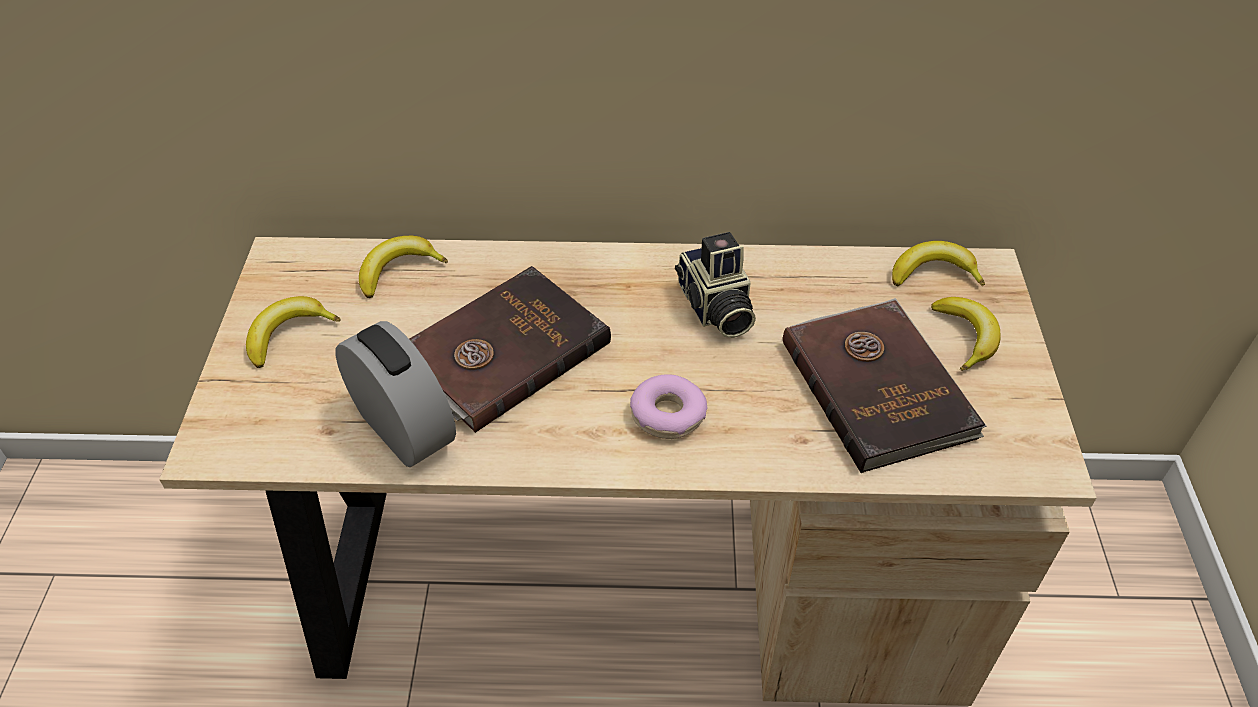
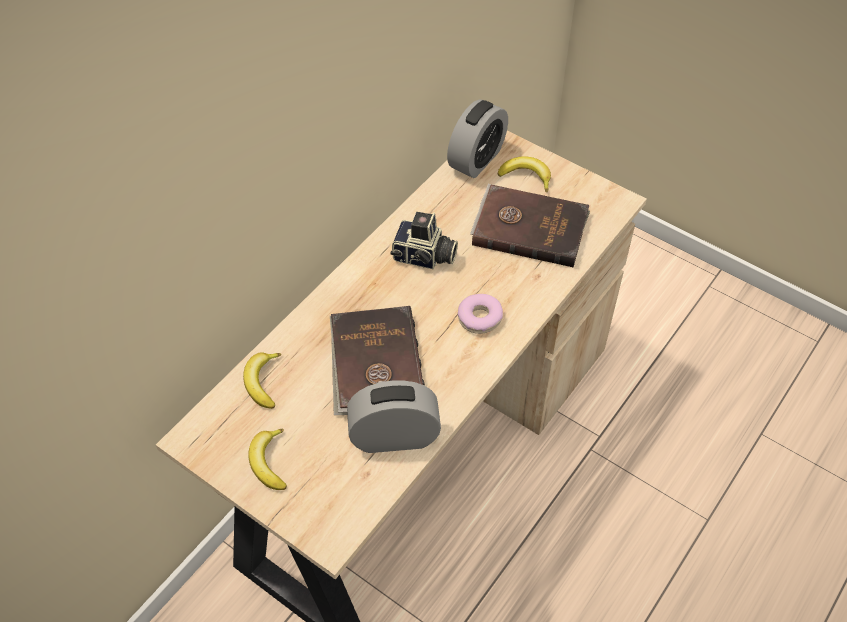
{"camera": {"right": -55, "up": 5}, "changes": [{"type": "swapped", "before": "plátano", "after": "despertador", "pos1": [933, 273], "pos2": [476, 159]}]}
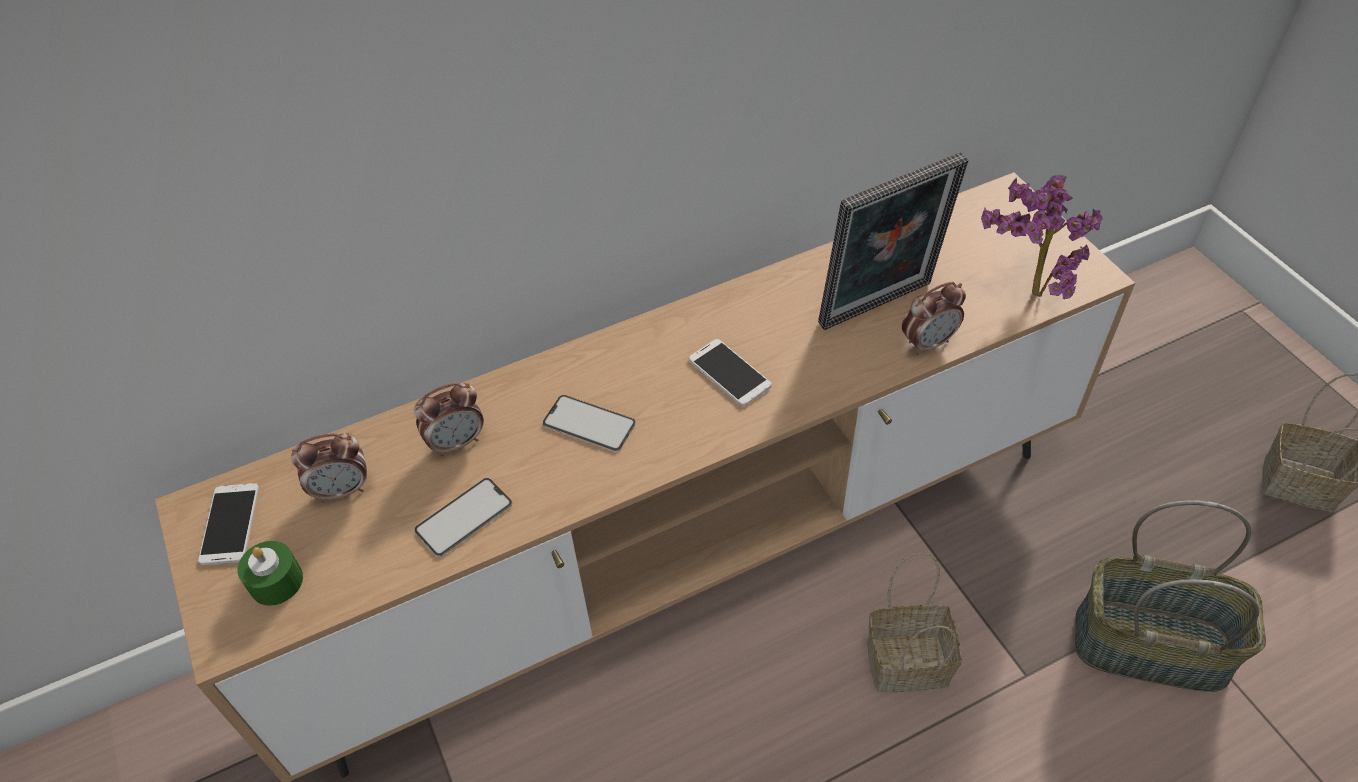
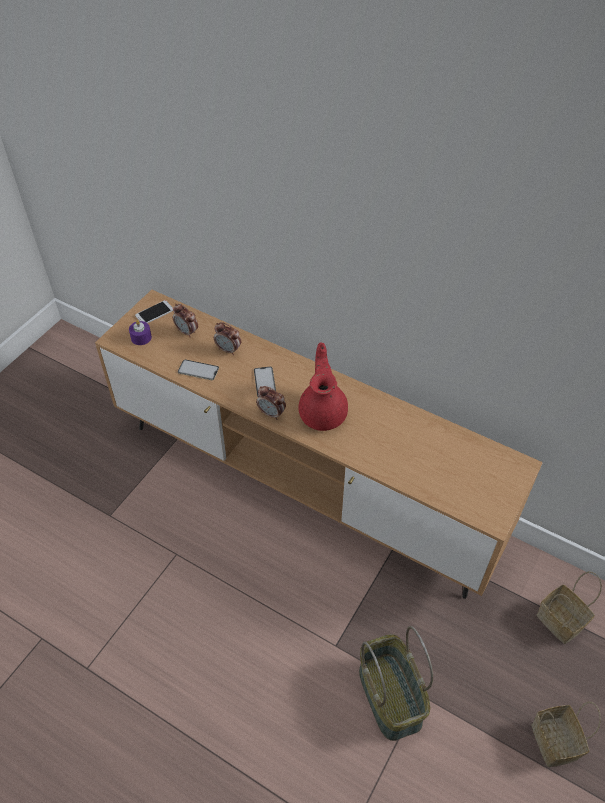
{"camera": {"right": 55, "up": 0}, "changes": [{"type": "repainted", "before": "vela [verde]", "after": "vela [morado]", "pos1": [276, 581], "pos2": [141, 337]}, {"type": "swapped", "before": "móvil", "after": "tetera [rojo]", "pos1": [729, 373], "pos2": [323, 412]}, {"type": "gone", "before": "portarretratos", "pos1": [879, 308]}, {"type": "shifted", "before": "cesta", "pos1": [910, 661], "pos2": [561, 622]}, {"type": "shifted", "before": "despertador", "pos1": [928, 343], "pos2": [271, 413]}, {"type": "gone", "before": "planta en maceta", "pos1": [1026, 289]}]}
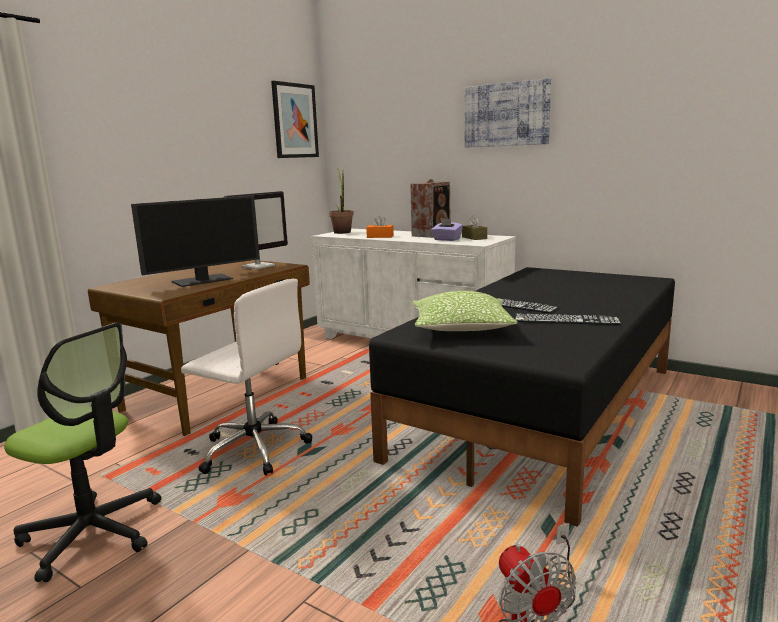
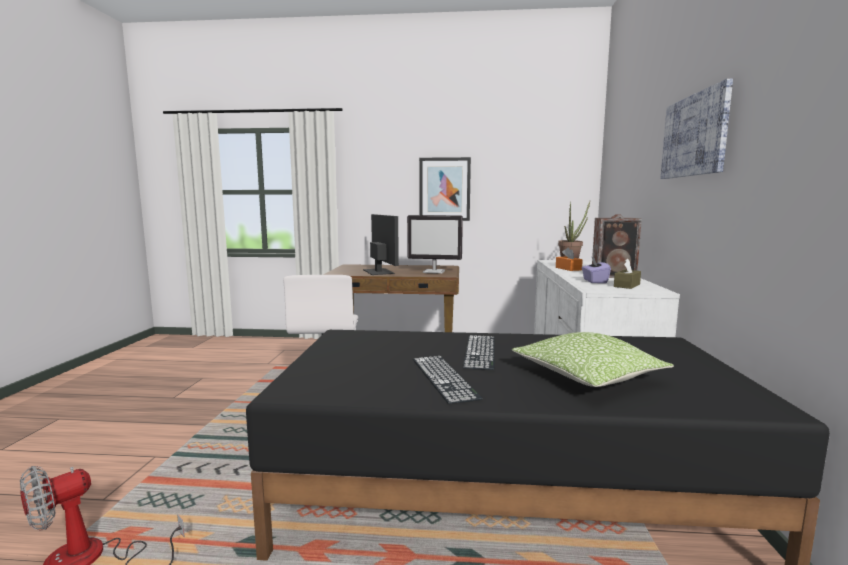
{"camera": {"right": 60, "up": -5}, "changes": [{"type": "gone", "before": "silla de oficina", "pos1": [93, 533]}, {"type": "rotated", "before": "monitor", "pos1": [203, 280], "pos2": [378, 271], "turn": -135}, {"type": "shifted", "before": "cuadro", "pos1": [295, 121], "pos2": [444, 189]}, {"type": "shifted", "before": "cojín", "pos1": [461, 328], "pos2": [587, 376]}]}
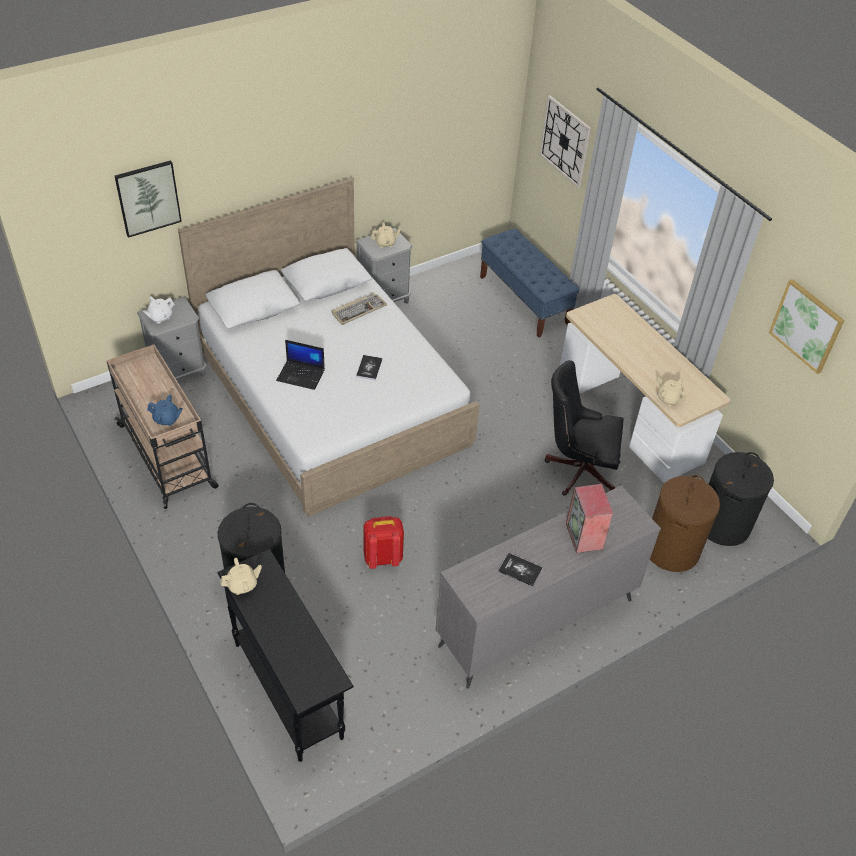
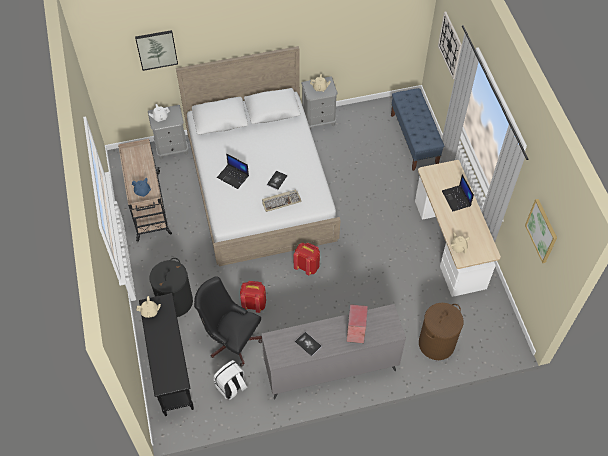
{"camera": {"right": 20, "up": 10}, "changes": [{"type": "shifted", "before": "teclado", "pos1": [358, 310], "pos2": [281, 201]}, {"type": "shifted", "before": "silla de oficina [negro]", "pos1": [577, 469], "pos2": [231, 339]}, {"type": "gone", "before": "cesto de la ropa [negro]", "pos1": [723, 525]}, {"type": "new", "after": "mochila [blanco]", "pos2": [231, 387]}, {"type": "new", "after": "mochila [rojo]", "pos2": [307, 266]}, {"type": "new", "after": "portátil", "pos2": [456, 198]}]}
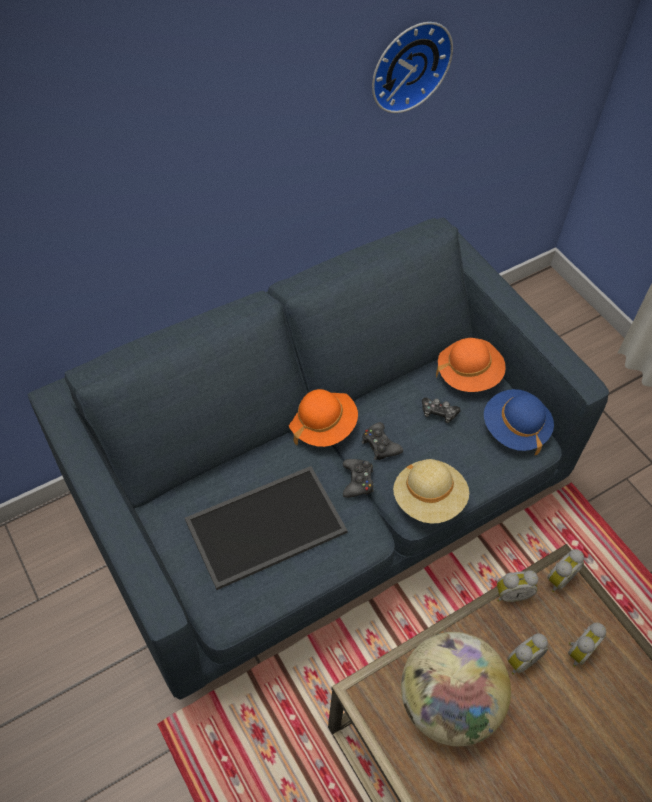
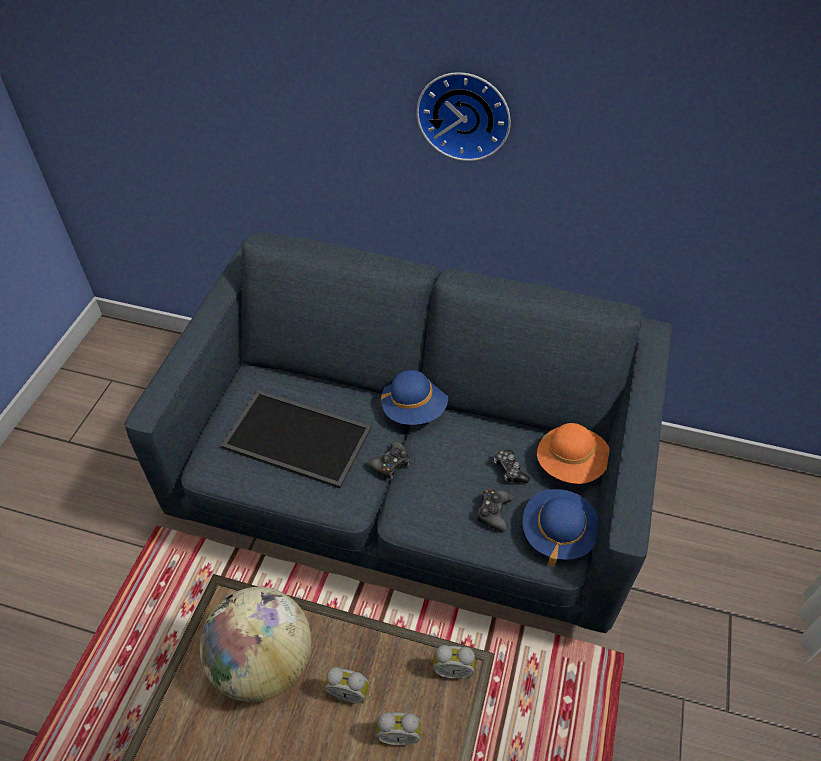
{"camera": {"right": 50, "up": -5}, "changes": [{"type": "repainted", "before": "sombrero [naranja]", "after": "sombrero [azul]", "pos1": [321, 425], "pos2": [414, 408]}, {"type": "shifted", "before": "mando de consola [negro]", "pos1": [380, 445], "pos2": [493, 512]}, {"type": "shifted", "before": "reloj de pared", "pos1": [408, 64], "pos2": [464, 114]}, {"type": "gone", "before": "sombrero [beis]", "pos1": [429, 499]}, {"type": "gone", "before": "despertador", "pos1": [511, 593]}]}
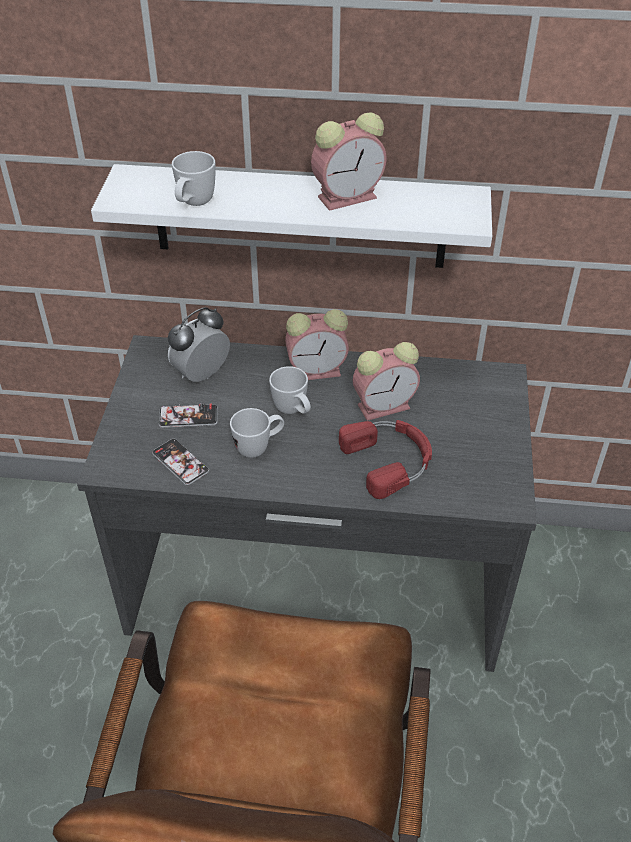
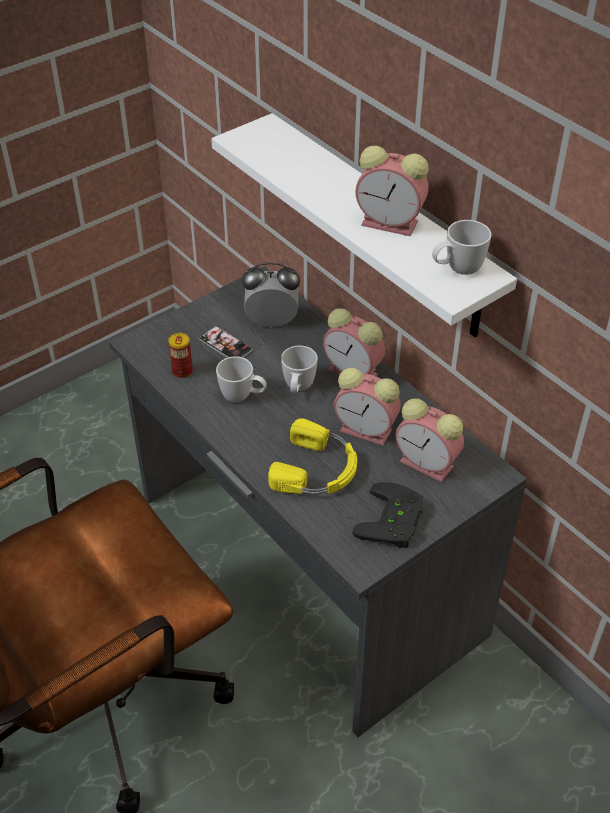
{"camera": {"right": 45, "up": 0}, "changes": [{"type": "swapped", "before": "móvil", "after": "lata", "pos1": [180, 462], "pos2": [182, 371]}, {"type": "shifted", "before": "taza grande [blanco]", "pos1": [193, 204], "pos2": [457, 270]}, {"type": "repainted", "before": "auriculares [rojo]", "after": "auriculares [amarillo]", "pos1": [390, 460], "pos2": [317, 470]}, {"type": "new", "after": "mando de consola [negro]", "pos2": [394, 522]}, {"type": "new", "after": "despertador", "pos2": [429, 464]}]}
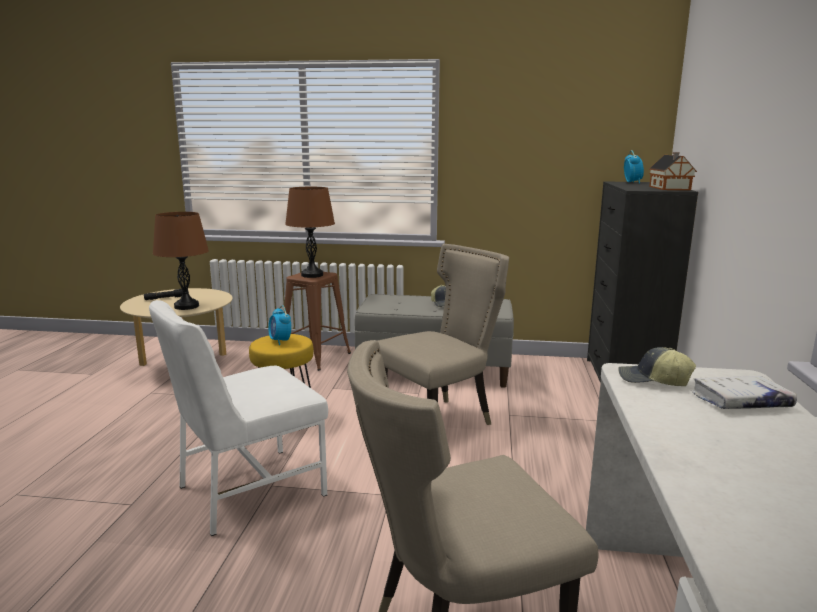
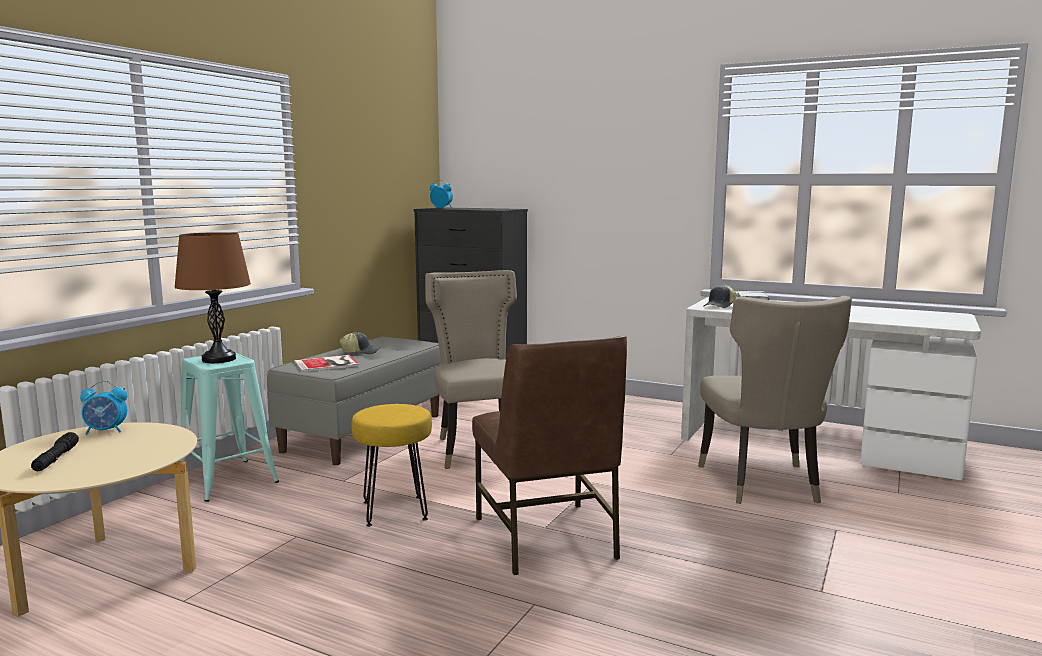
{"camera": {"right": -70, "up": -5}, "changes": [{"type": "repainted", "before": "silla [blanco]", "after": "silla [marrón]", "pos1": [248, 490], "pos2": [547, 538]}, {"type": "gone", "before": "lámpara de mesa [marrón]", "pos1": [186, 306]}, {"type": "shifted", "before": "despertador", "pos1": [280, 341], "pos2": [106, 431]}, {"type": "repainted", "before": "taburete [marrón]", "after": "taburete [turquesa]", "pos1": [315, 357], "pos2": [227, 480]}, {"type": "gone", "before": "casita", "pos1": [669, 188]}, {"type": "new", "after": "libro", "pos2": [328, 364]}]}
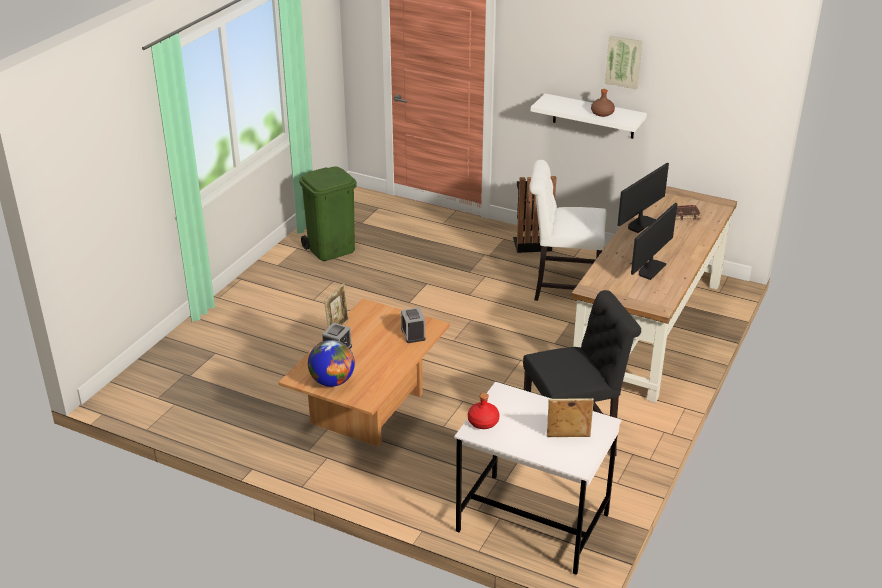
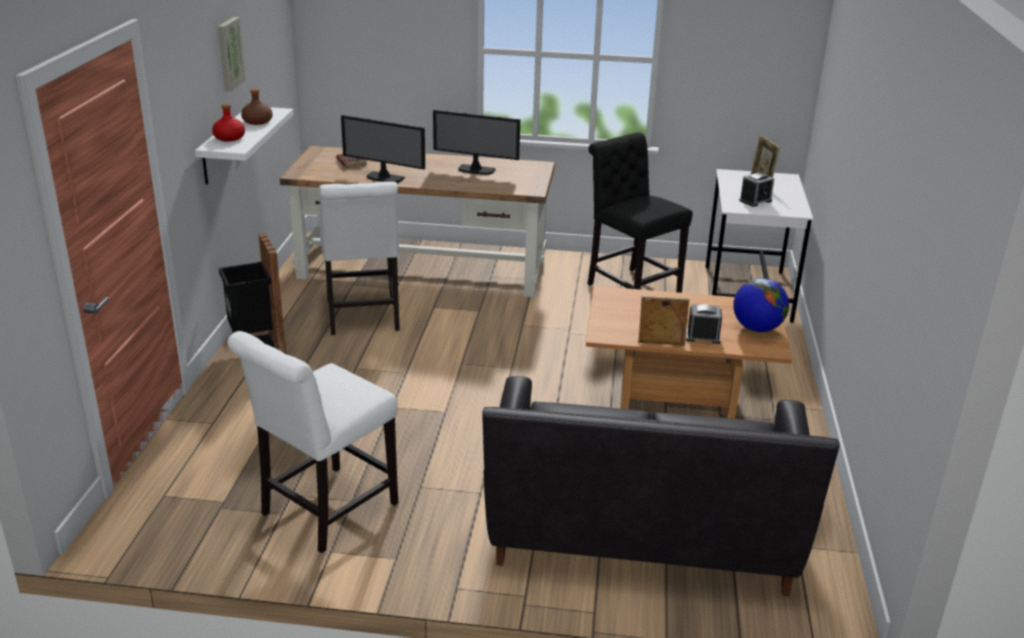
{"camera": {"right": -110, "up": -5}, "changes": [{"type": "swapped", "before": "papelera [verde]", "after": "silla [blanco]", "pos1": [332, 249], "pos2": [324, 512]}, {"type": "shifted", "before": "despertador", "pos1": [413, 334], "pos2": [755, 201]}, {"type": "shifted", "before": "botella [rojo]", "pos1": [483, 421], "pos2": [229, 138]}, {"type": "new", "after": "sofá [negro]", "pos2": [641, 533]}]}
